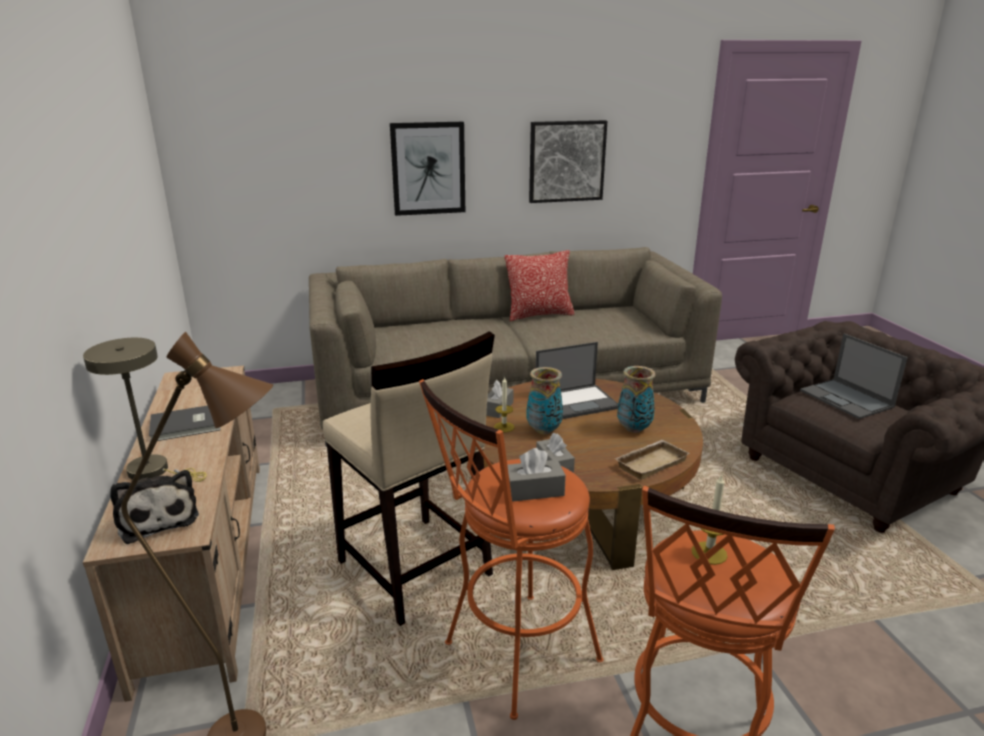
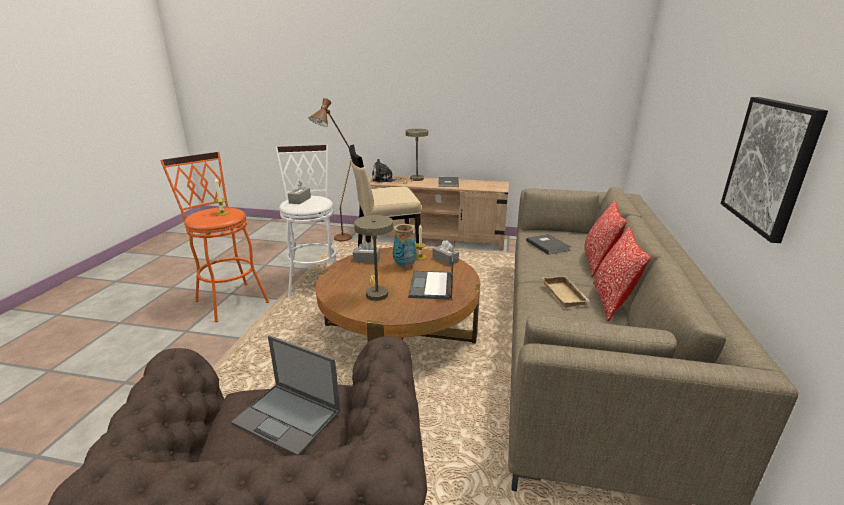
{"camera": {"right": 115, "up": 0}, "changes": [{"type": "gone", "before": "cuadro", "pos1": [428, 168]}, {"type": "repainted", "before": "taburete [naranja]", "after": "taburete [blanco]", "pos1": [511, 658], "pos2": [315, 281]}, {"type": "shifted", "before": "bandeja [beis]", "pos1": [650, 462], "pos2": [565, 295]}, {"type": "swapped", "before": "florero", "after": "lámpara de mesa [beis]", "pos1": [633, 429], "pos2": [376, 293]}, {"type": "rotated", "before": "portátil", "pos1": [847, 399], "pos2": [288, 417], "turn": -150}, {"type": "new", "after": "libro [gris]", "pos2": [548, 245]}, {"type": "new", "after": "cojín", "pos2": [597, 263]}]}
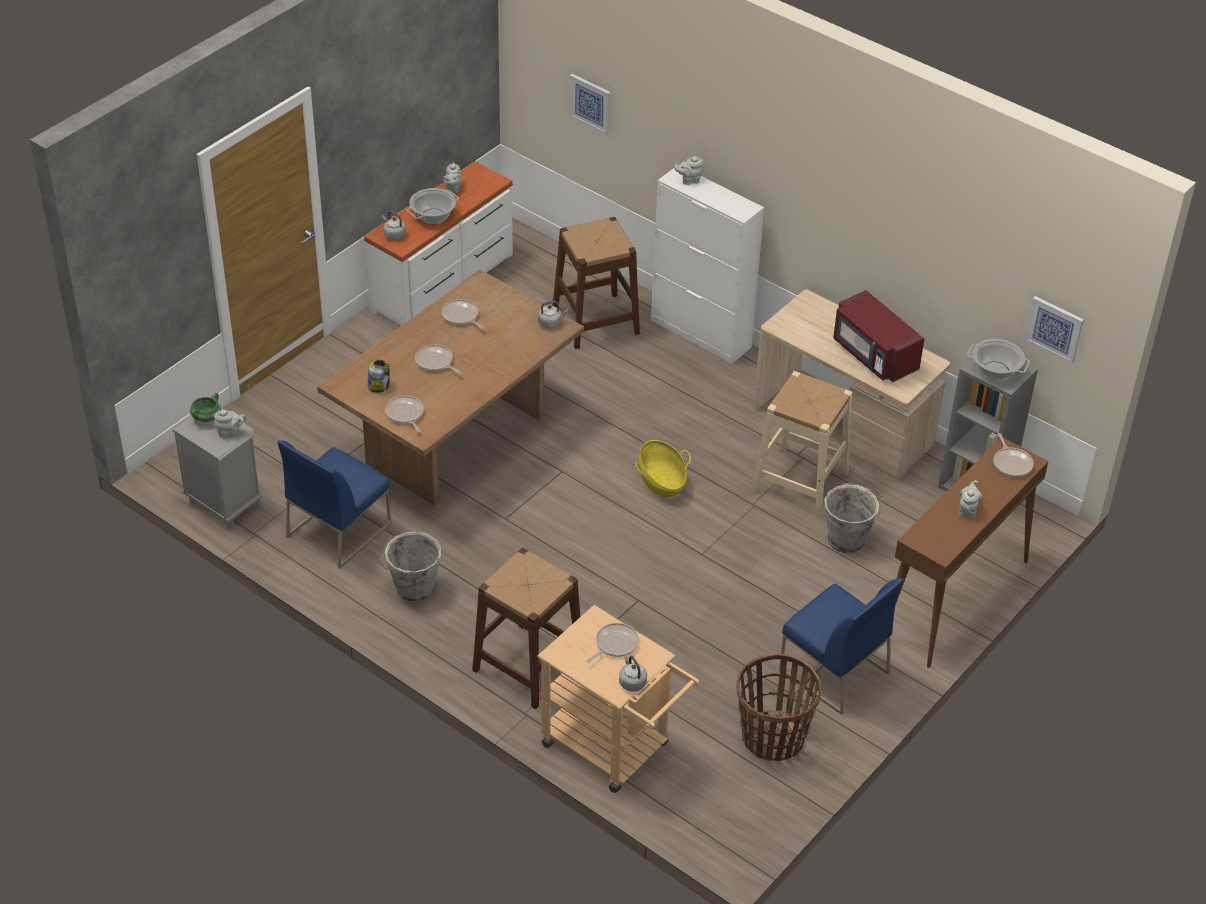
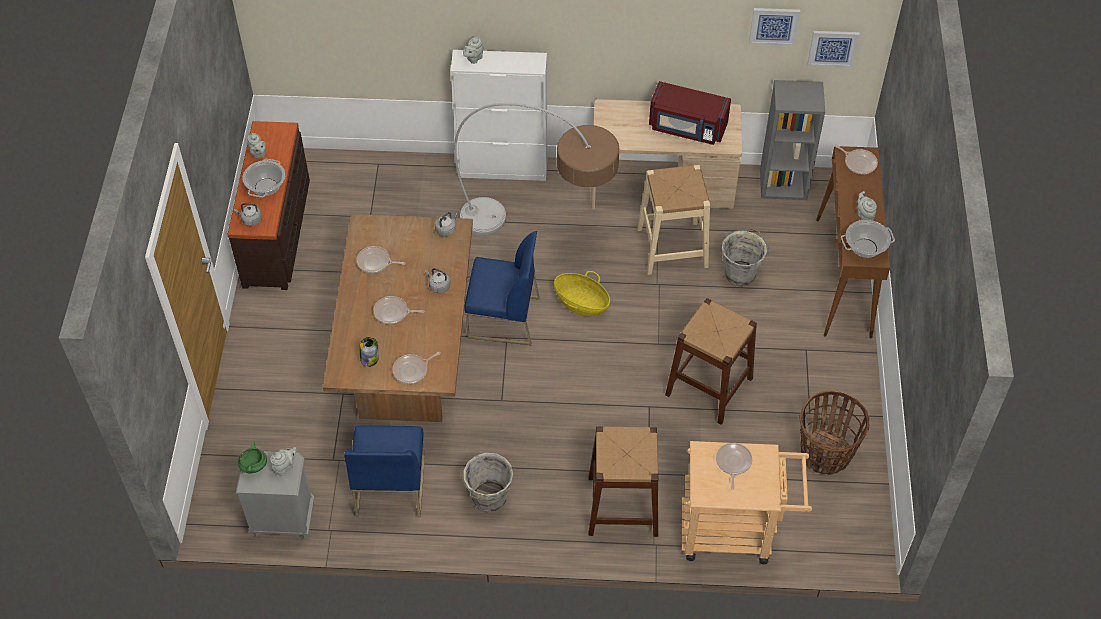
{"camera": {"right": -35, "up": 10}, "changes": [{"type": "repainted", "before": "cómoda [blanco]", "after": "cómoda [marrón]", "pos1": [444, 283], "pos2": [278, 232]}, {"type": "rotated", "before": "sartén", "pos1": [405, 414], "pos2": [412, 370], "turn": -60}, {"type": "shifted", "before": "taburete [marrón]", "pos1": [595, 321], "pos2": [709, 386]}, {"type": "shifted", "before": "cuadro", "pos1": [590, 103], "pos2": [774, 25]}, {"type": "shifted", "before": "hervidor [gris]", "pos1": [632, 682], "pos2": [438, 286]}, {"type": "shifted", "before": "silla [azul]", "pos1": [833, 671], "pos2": [503, 318]}, {"type": "shifted", "before": "olla", "pos1": [996, 371], "pos2": [865, 248]}, {"type": "new", "after": "lámpara de pie", "pos2": [542, 233]}]}
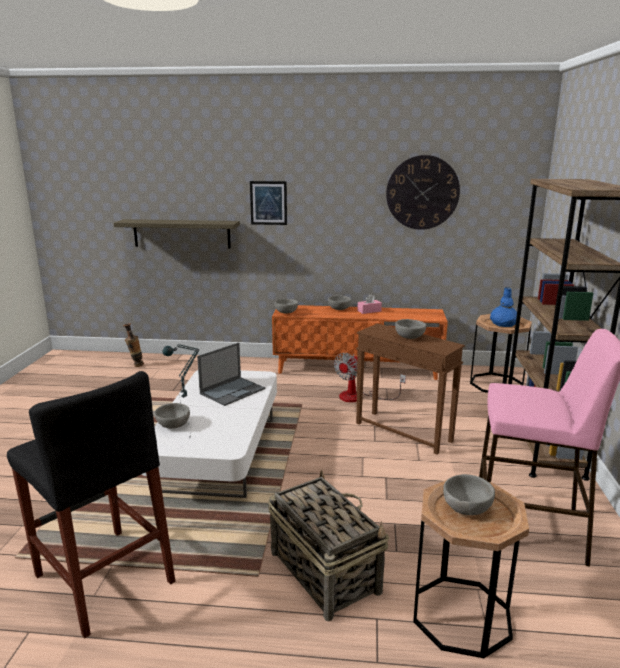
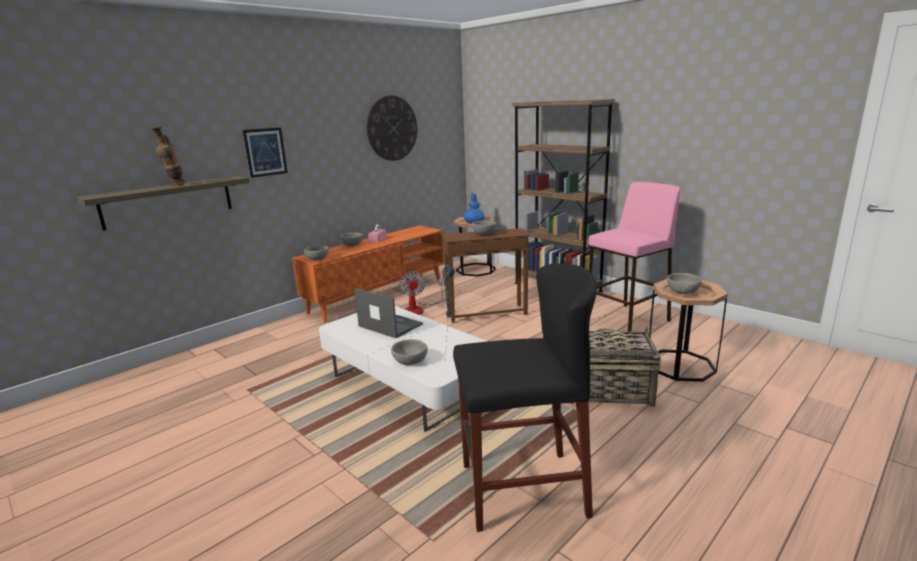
{"camera": {"right": -50, "up": 0}, "changes": [{"type": "shifted", "before": "florero", "pos1": [135, 365], "pos2": [174, 185]}, {"type": "rotated", "before": "portátil", "pos1": [233, 391], "pos2": [389, 325], "turn": -45}]}
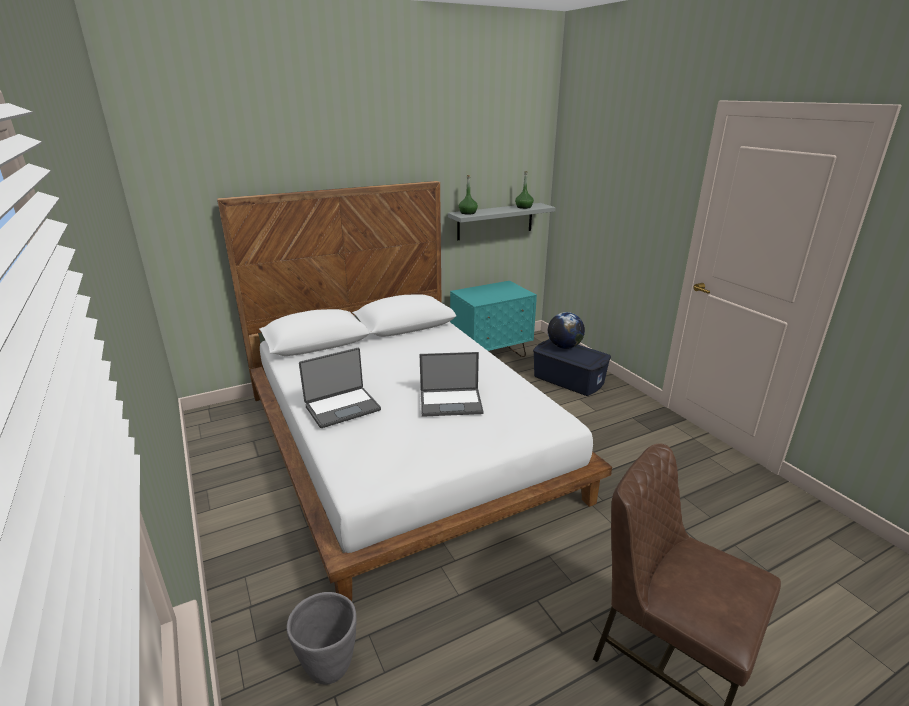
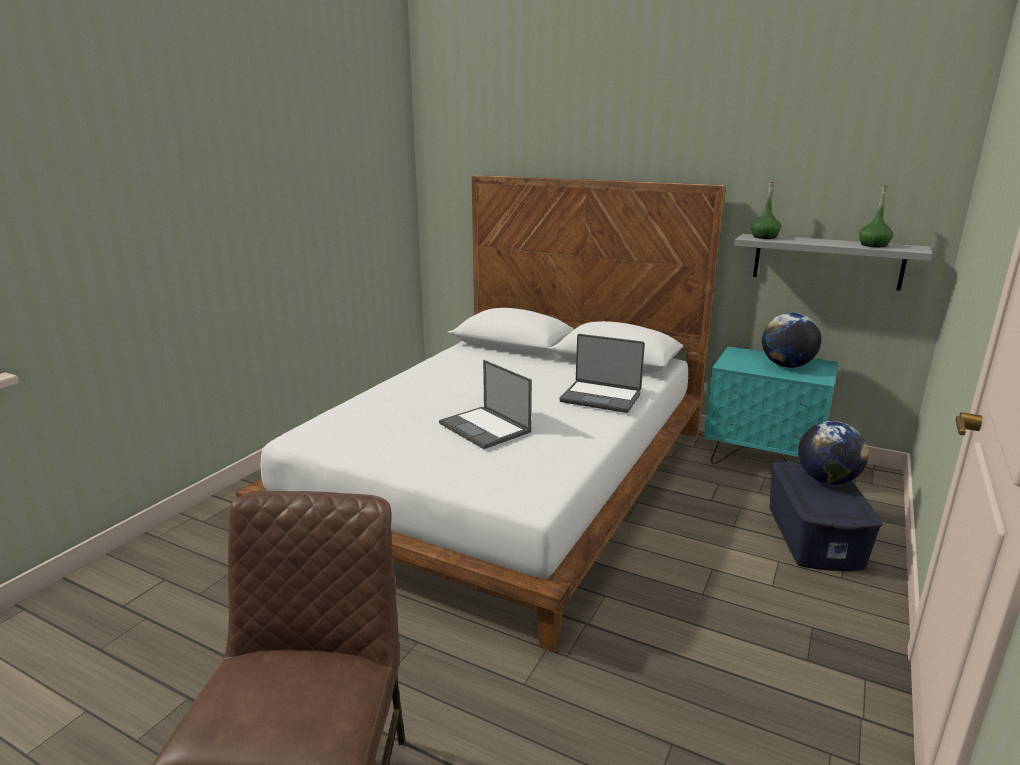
{"camera": {"right": 55, "up": -5}, "changes": [{"type": "gone", "before": "maceta [gris]", "pos1": [329, 666]}, {"type": "shifted", "before": "portátil", "pos1": [342, 407], "pos2": [601, 397]}, {"type": "new", "after": "globo terráqueo", "pos2": [786, 366]}]}
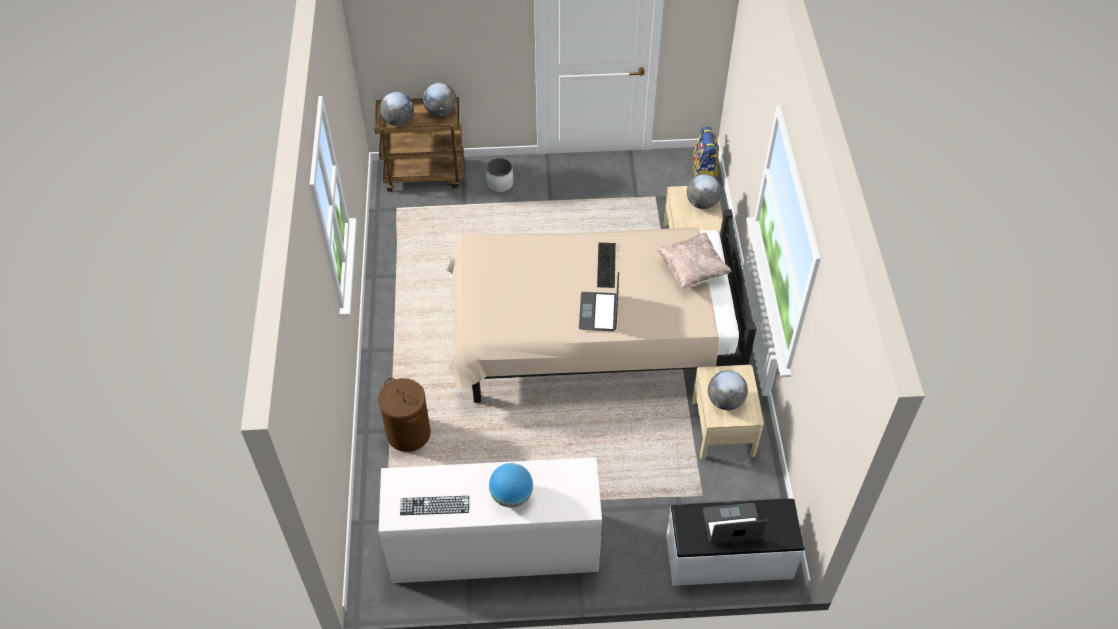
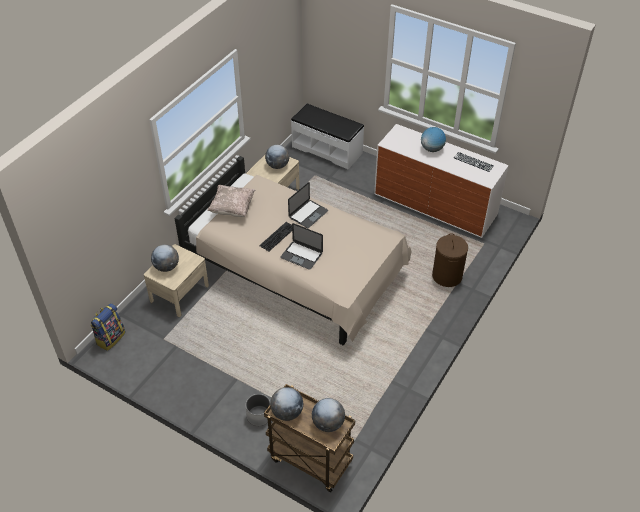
{"camera": {"right": -145, "up": -5}, "changes": [{"type": "shifted", "before": "portátil", "pos1": [732, 524], "pos2": [301, 255]}]}
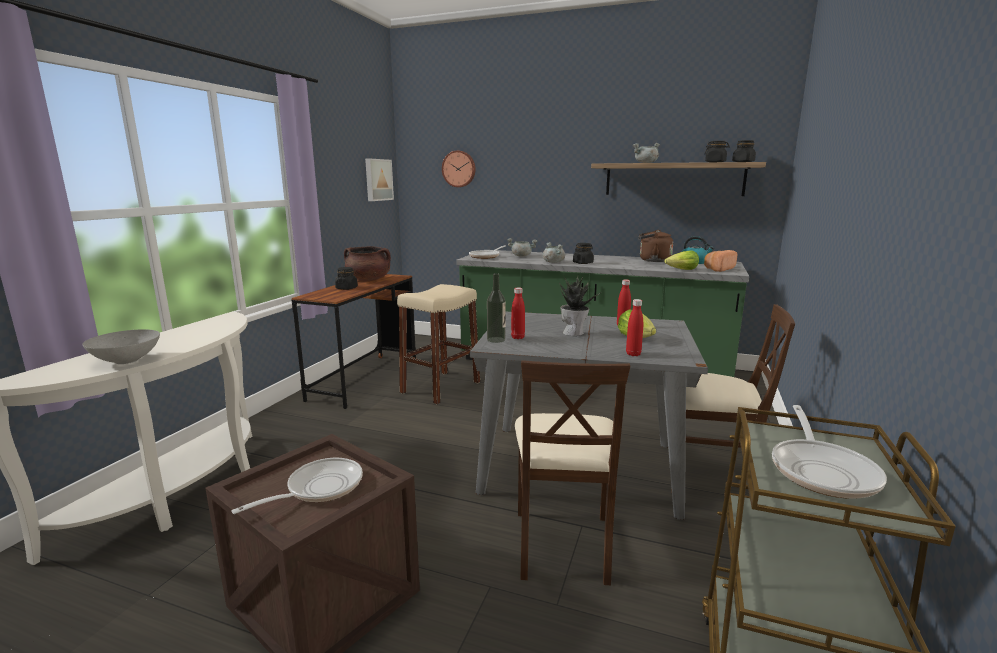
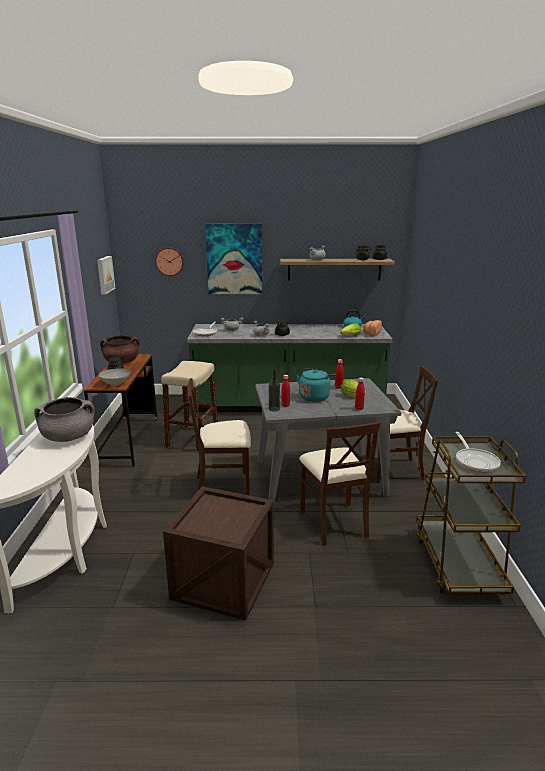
{"camera": {"right": -20, "up": 5}, "changes": [{"type": "shifted", "before": "cuenco [gris]", "pos1": [128, 360], "pos2": [116, 384]}, {"type": "gone", "before": "sartén", "pos1": [319, 488]}, {"type": "swapped", "before": "planta en maceta", "after": "hervidor [turquesa]", "pos1": [574, 333], "pos2": [315, 397]}, {"type": "gone", "before": "hervidor [marrón]", "pos1": [652, 260]}, {"type": "new", "after": "olla [gris]", "pos2": [69, 437]}, {"type": "new", "after": "silla [beis]", "pos2": [223, 486]}, {"type": "new", "after": "cuadro", "pos2": [234, 259]}]}
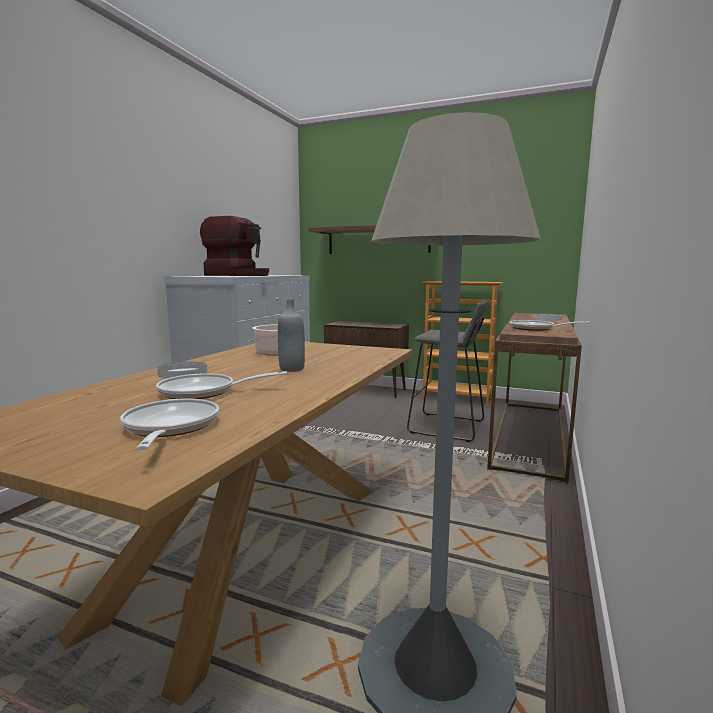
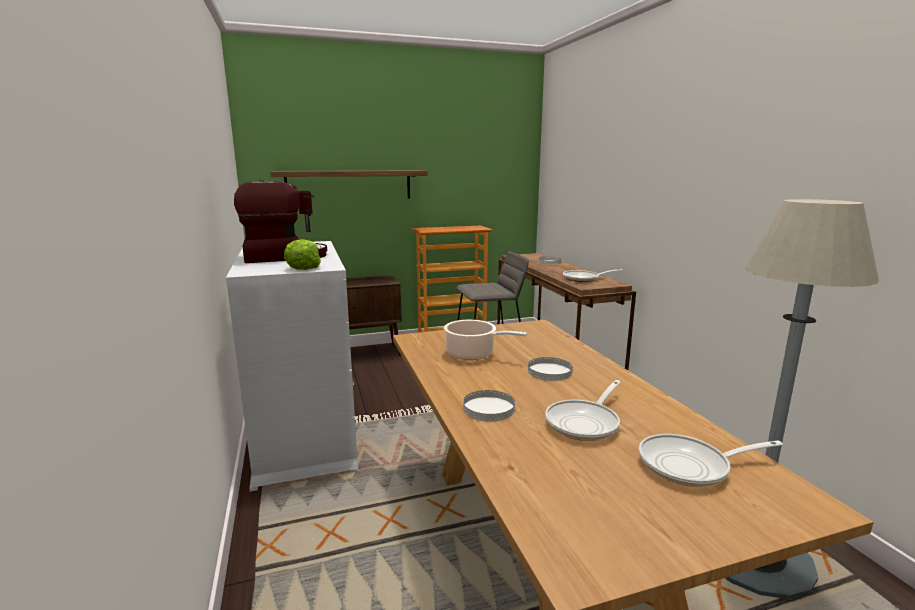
{"camera": {"right": -40, "up": 5}, "changes": [{"type": "rotated", "before": "sartén", "pos1": [169, 428], "pos2": [690, 466], "turn": -45}, {"type": "swapped", "before": "botella [gris]", "after": "plato [blanco]", "pos1": [292, 369], "pos2": [549, 371]}, {"type": "new", "after": "lechuga", "pos2": [303, 267]}]}
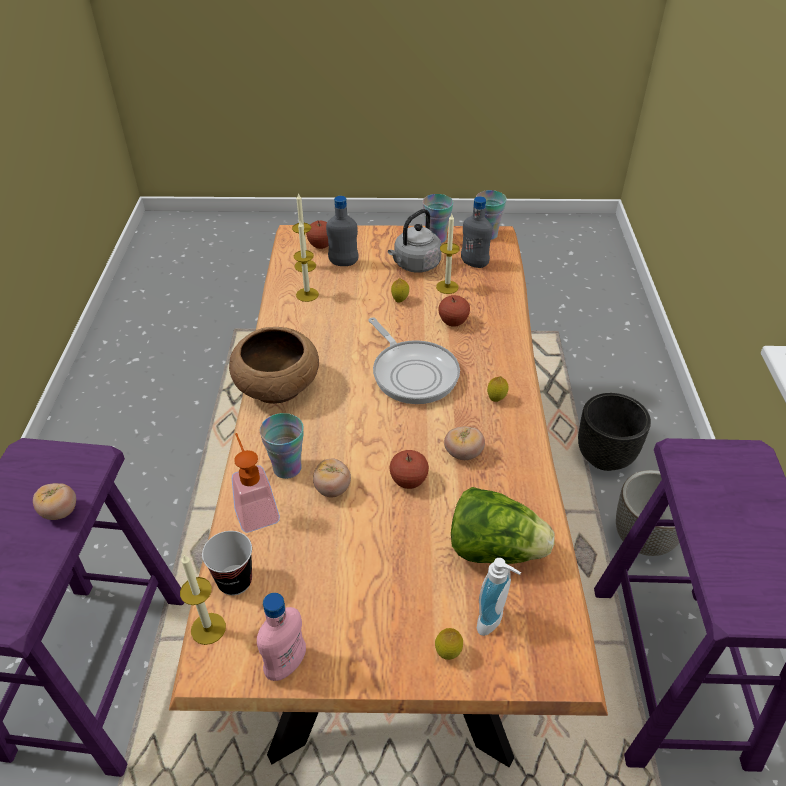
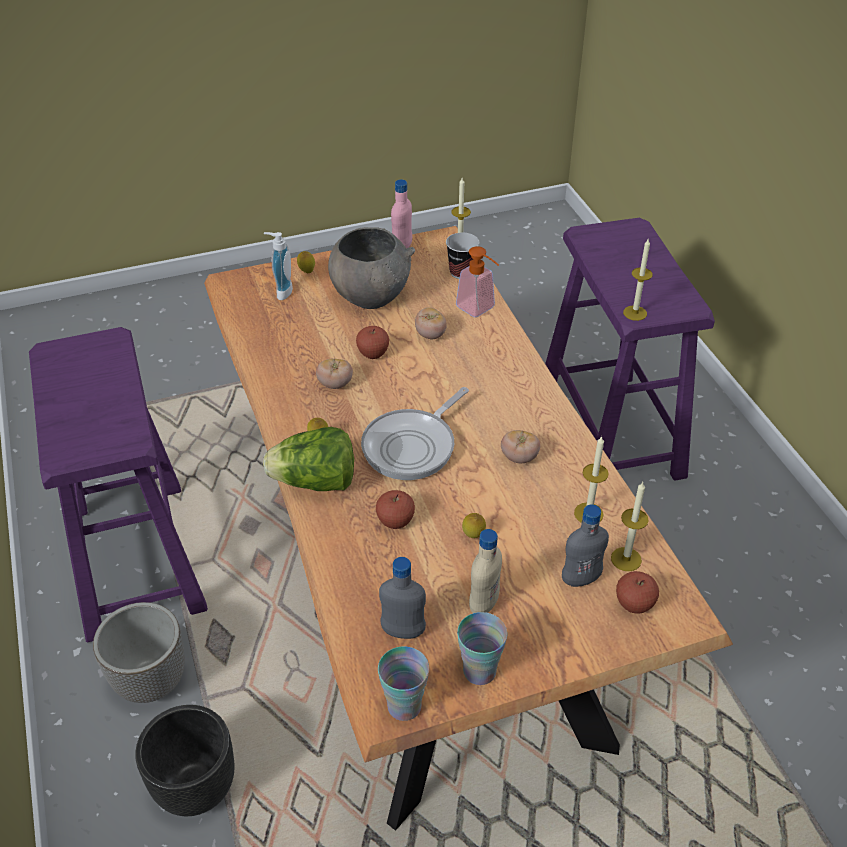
{"camera": {"right": 160, "up": 0}, "changes": [{"type": "shifted", "before": "tomate", "pos1": [60, 511], "pos2": [519, 457]}, {"type": "gone", "before": "cuenco [marrón]", "pos1": [278, 387]}, {"type": "gone", "before": "taza", "pos1": [287, 468]}, {"type": "rotated", "before": "sartén", "pos1": [413, 373], "pos2": [413, 446], "turn": -90}, {"type": "swapped", "before": "hervidor [gris]", "after": "botella [beis]", "pos1": [415, 265], "pos2": [483, 603]}, {"type": "shifted", "before": "vela", "pos1": [447, 287], "pos2": [635, 313]}, {"type": "shifted", "before": "lechuga", "pos1": [494, 549], "pos2": [315, 482]}, {"type": "new", "after": "cuenco [gris]", "pos2": [370, 296]}]}
